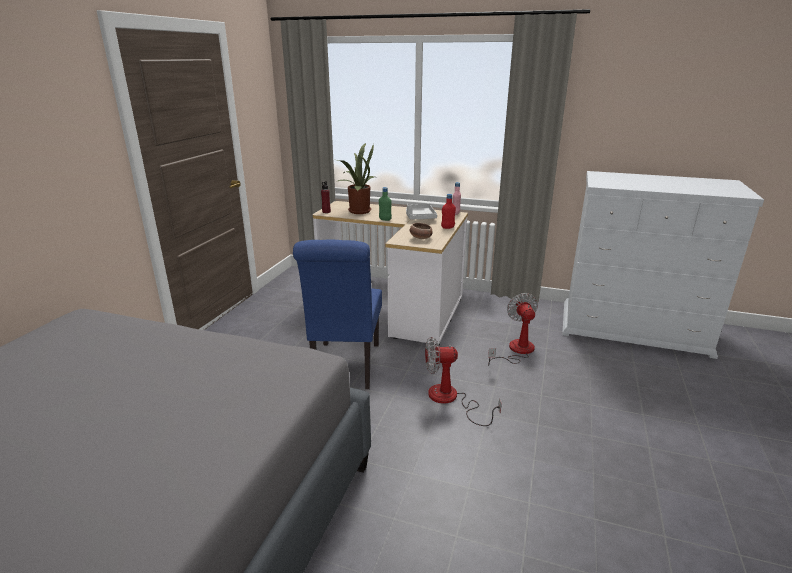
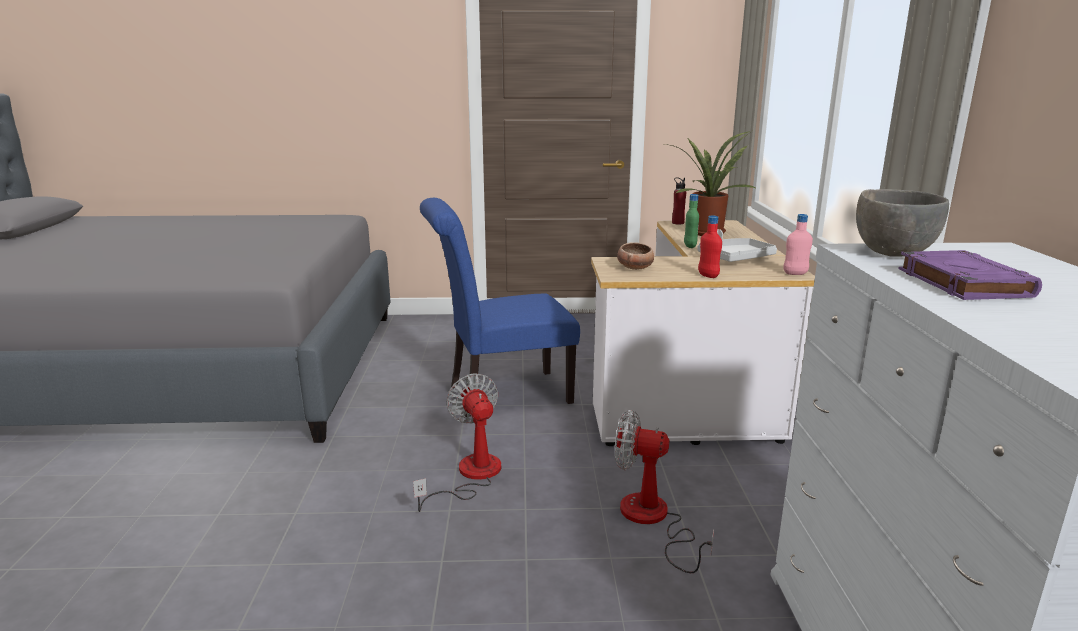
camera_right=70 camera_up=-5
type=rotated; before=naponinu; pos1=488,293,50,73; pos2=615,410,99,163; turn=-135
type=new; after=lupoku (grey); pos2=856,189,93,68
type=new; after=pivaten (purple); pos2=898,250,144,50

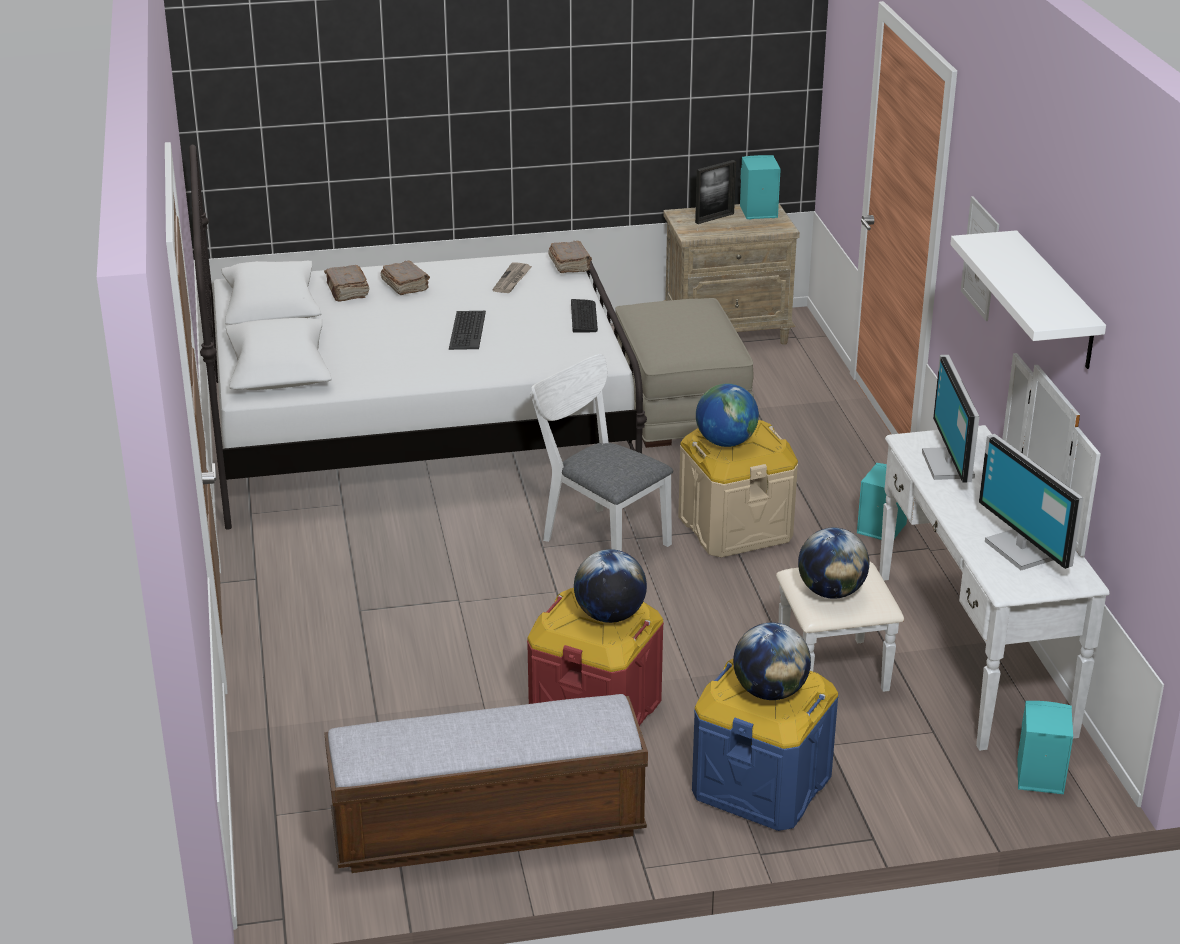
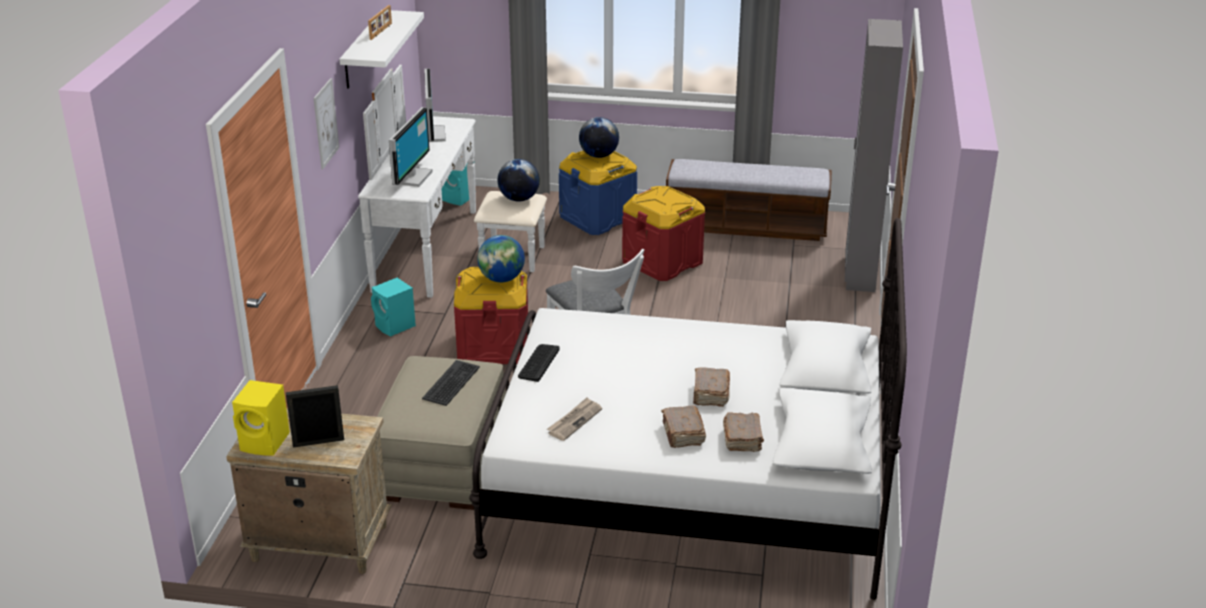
camera_right=-160 camera_up=0
type=repainted; before=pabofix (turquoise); after=pabofix (yellow); pos1=740,155,41,64; pos2=232,380,58,76
type=shifted; before=pivaten (brown); pos1=548,241,44,32; pos2=693,367,37,40
type=shifted; before=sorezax; pos1=449,311,37,39; pos2=422,360,58,46
type=repainted; before=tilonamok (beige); after=tilonamok (red); pos1=678,420,120,137; pos2=454,267,74,97
type=gone; before=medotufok; pos1=574,549,73,74
type=new; after=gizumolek; pos2=368,5,24,35
type=new; after=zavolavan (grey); pos2=845,19,58,273

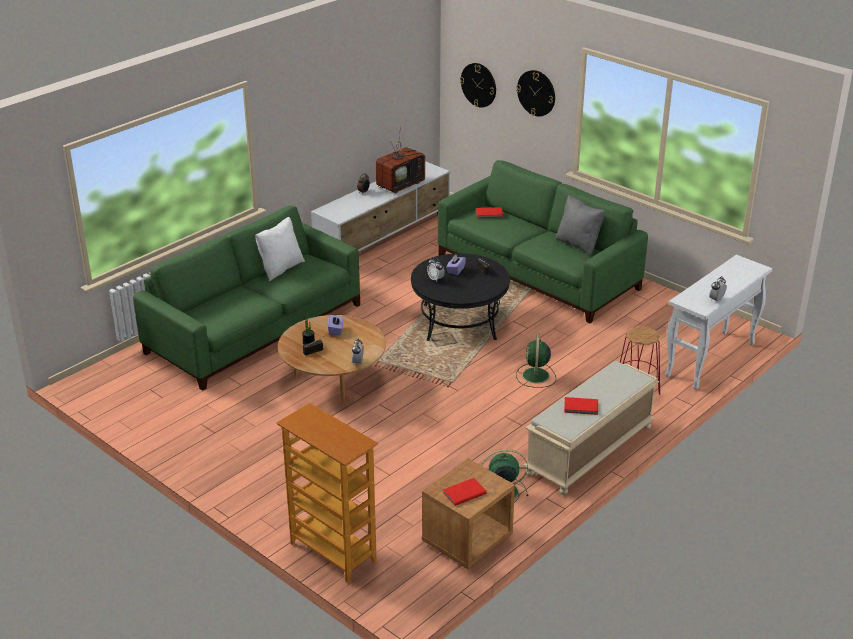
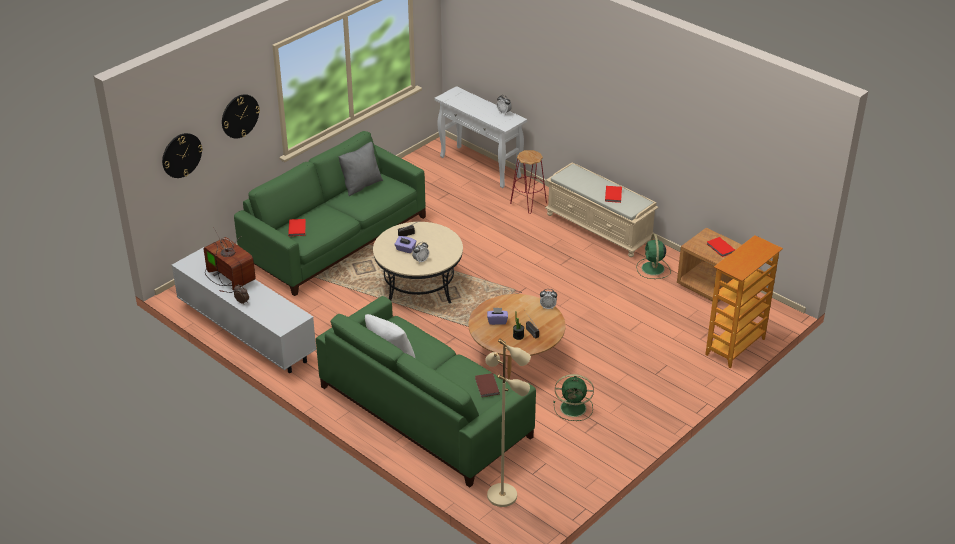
camera_right=-90 camera_up=5
type=repainted; before=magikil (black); after=magikil (beige); pos1=411,253,99,88; pos2=373,222,90,81
type=shifted; before=naponinu (green); pos1=516,333,40,55; pos2=553,374,41,47
type=new; after=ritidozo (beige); pos2=485,338,46,169
type=new; after=pivaten (brown); pos2=475,373,25,24

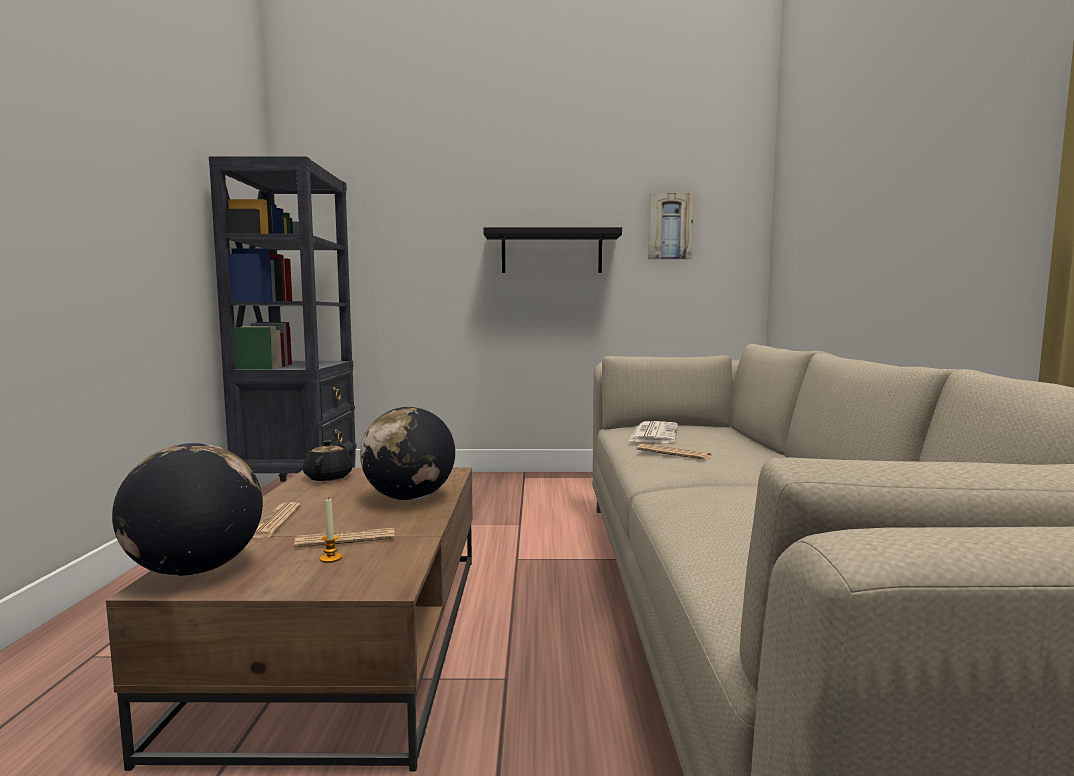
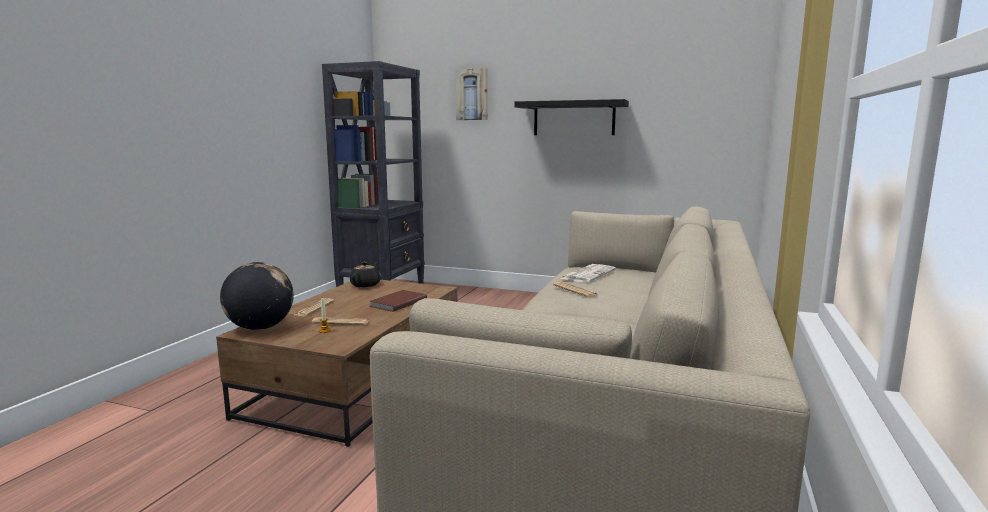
camera_right=20 camera_up=5
type=shifted; before=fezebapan; pos1=648,193,46,66; pos2=455,68,33,52
type=swapped; before=medotufok; after=pivaten (brown); pos1=360,407,95,93; pos2=370,290,57,22

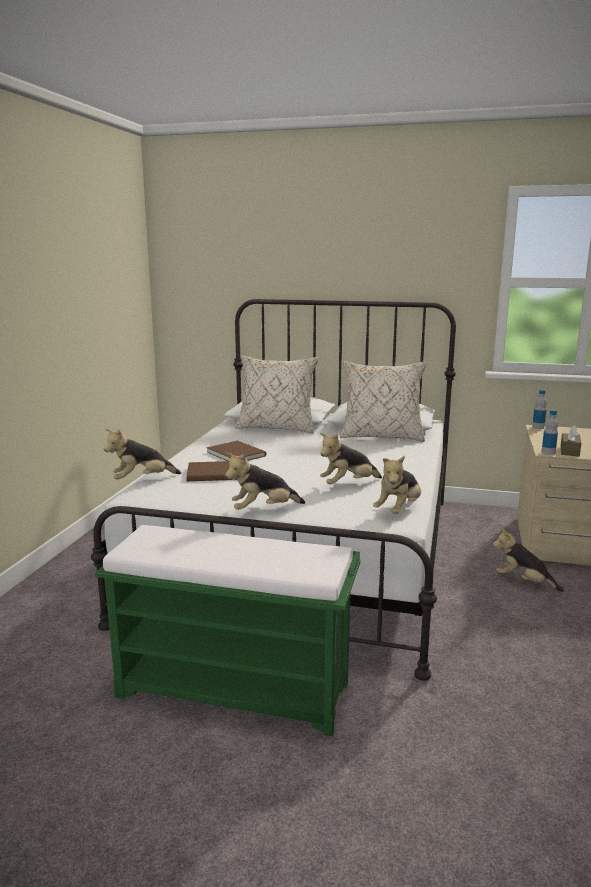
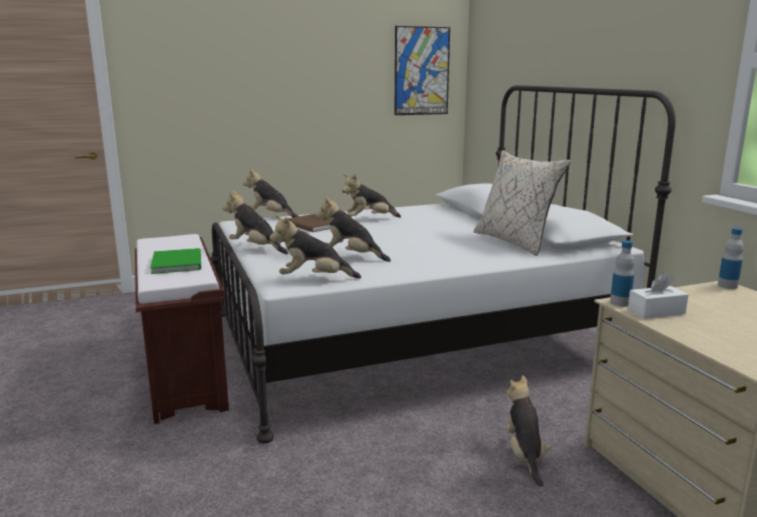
camera_right=55 camera_up=0
type=gone; before=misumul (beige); pos1=235,356,83,78
type=repainted; before=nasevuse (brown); after=nasevuse (white); pos1=561,425,20,31; pos2=628,273,61,46
type=swapped; before=pivaten (brown); after=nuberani; pos1=206,441,60,20; pos2=342,174,59,43
type=repainted; before=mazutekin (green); after=mazutekin (brown); pos1=95,525,265,211; pos2=135,234,94,190
type=new; after=fezebapan; pos2=395,26,55,89
type=new; after=pivaten (green); pos2=150,248,51,26

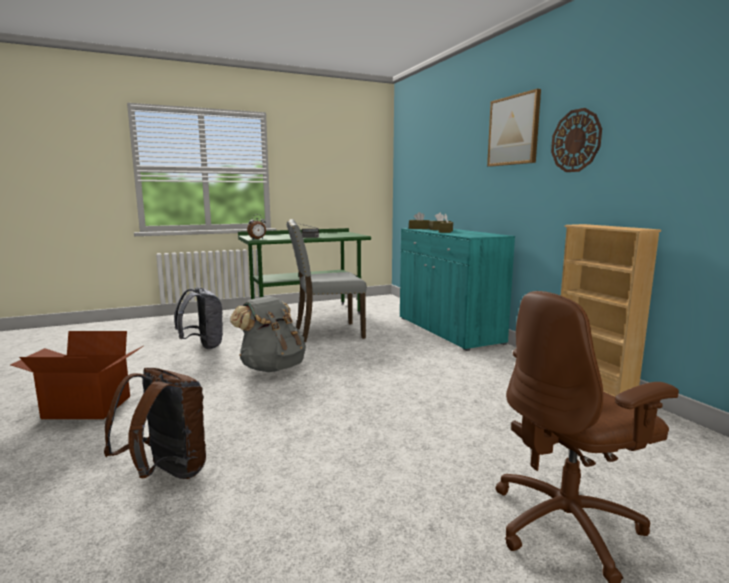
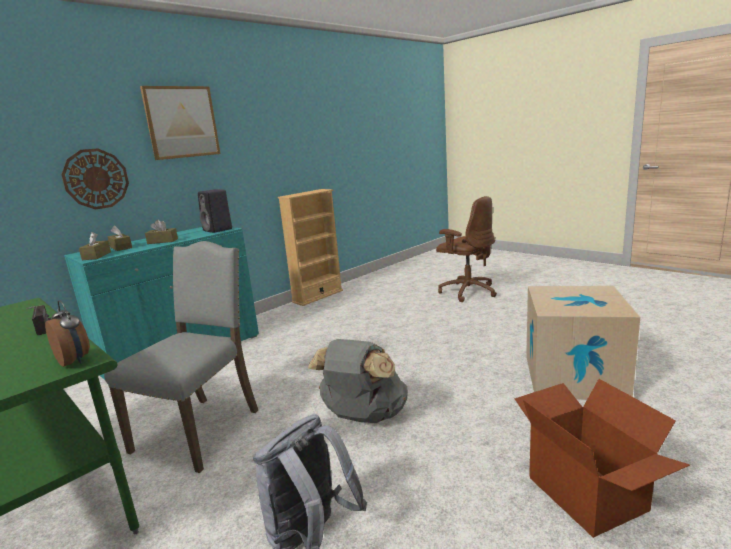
camera_right=-110 camera_up=5
type=shifted; before=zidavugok; pos1=551,108,51,64; pos2=61,148,68,62
type=rotated; before=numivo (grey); pos1=286,219,81,123; pos2=104,241,154,232; turn=-120
type=swapped; before=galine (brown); after=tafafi; pos1=104,368,102,111; pos2=526,286,114,114
type=new; after=pabofix (black); pos2=198,189,34,44

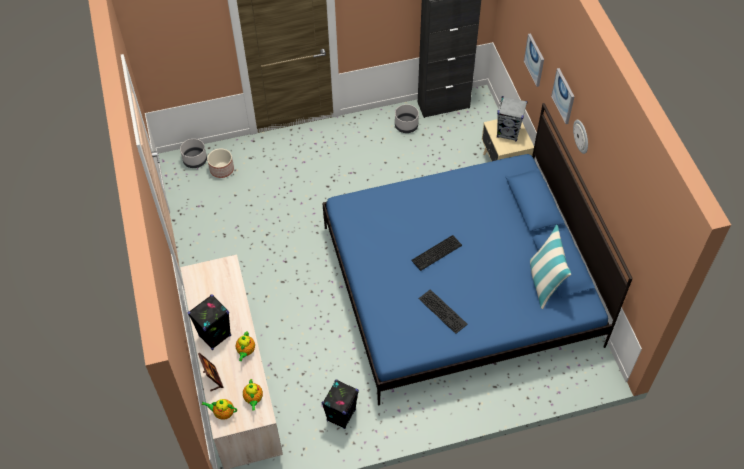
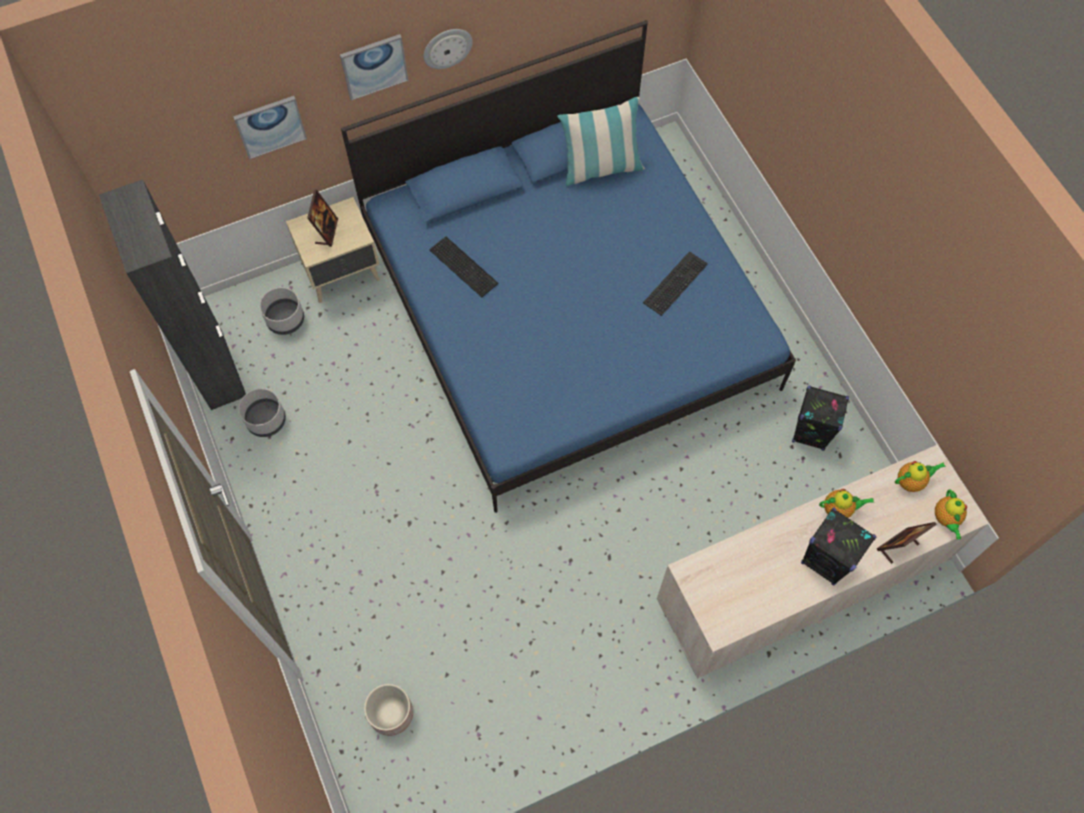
camera_right=-100 camera_up=10
type=swapped; before=pabofix (grey); after=gizumolek; pos1=497,96,30,46; pos2=307,189,31,58
type=shifted; before=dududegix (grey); pos1=180,139,27,29; pos2=260,287,44,48
type=shifted; before=sorezax; pos1=411,235,51,36; pos2=430,237,69,60

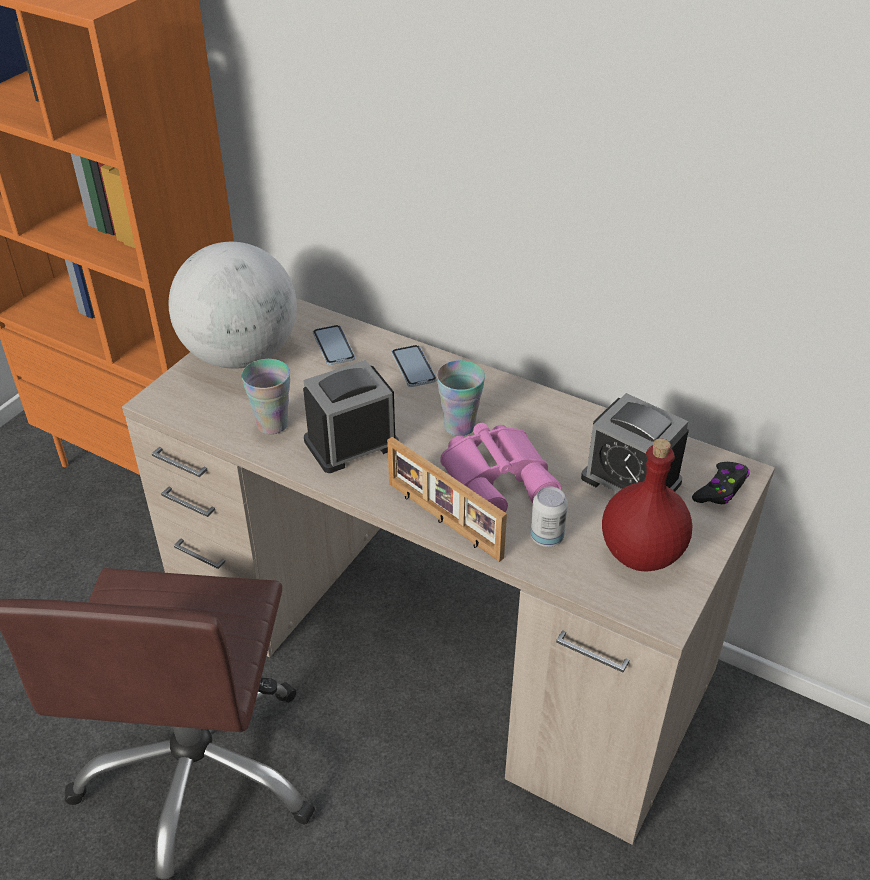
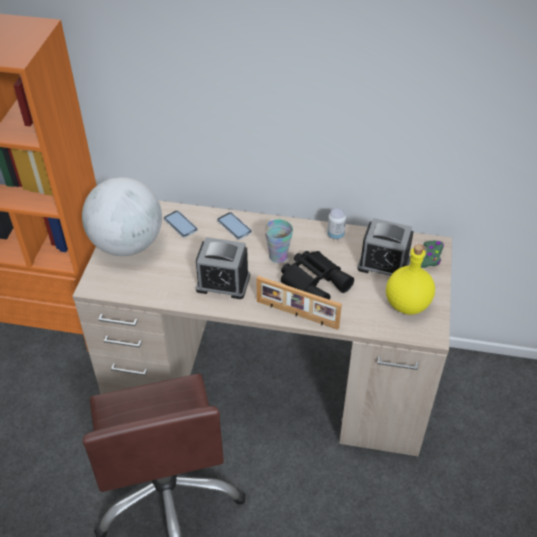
camera_right=-20 camera_up=5
type=gone; before=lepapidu; pos1=241,359,49,75
type=rotated; before=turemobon; pos1=303,360,96,113; pos2=196,237,54,62; turn=-120
type=repainted; before=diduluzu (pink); after=diduluzu (black); pos1=440,423,122,89; pos2=281,251,73,49
type=repainted; before=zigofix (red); after=zigofix (yellow); pos1=602,438,90,134; pos2=386,244,49,71
type=repainted; before=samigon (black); after=samigon (green); pos1=692,462,58,42; pos2=421,241,23,27
type=shifted; before=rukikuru; pos1=530,486,38,61; pos2=327,208,19,31

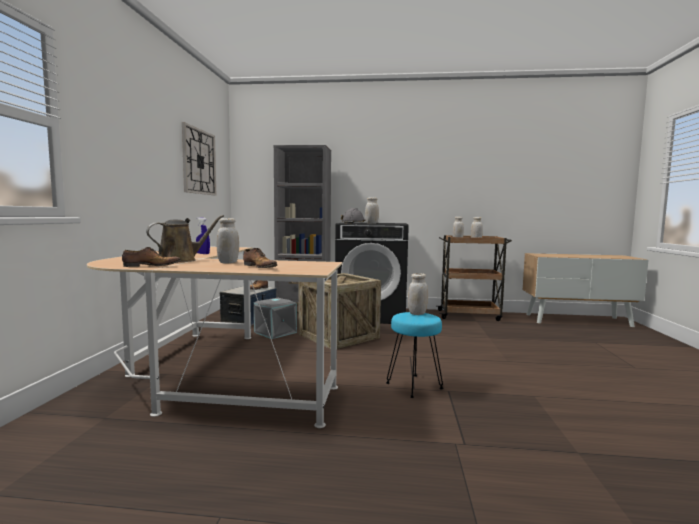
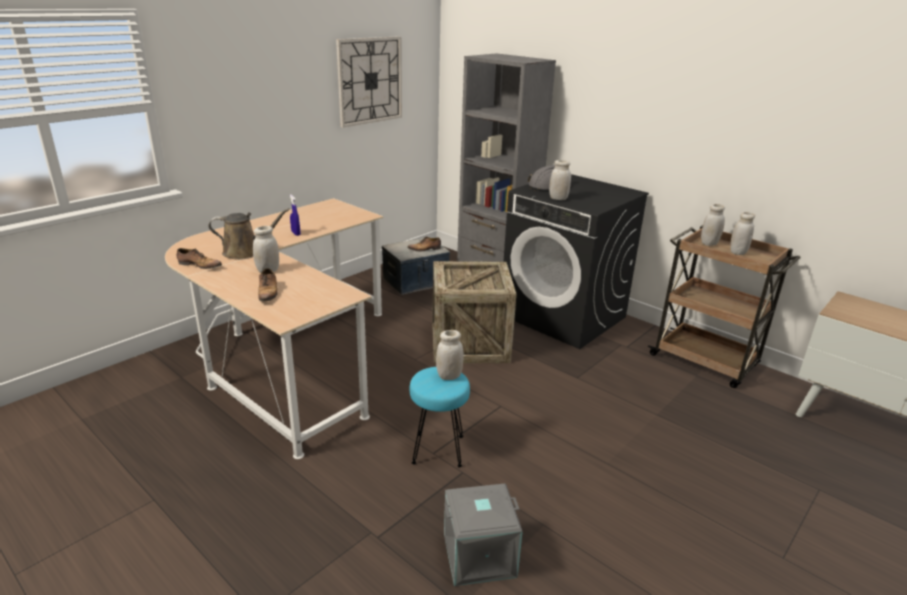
camera_right=35 camera_up=20
type=shifted; before=tilonamok (grey); pos1=254,298,43,41; pos2=444,484,79,102

